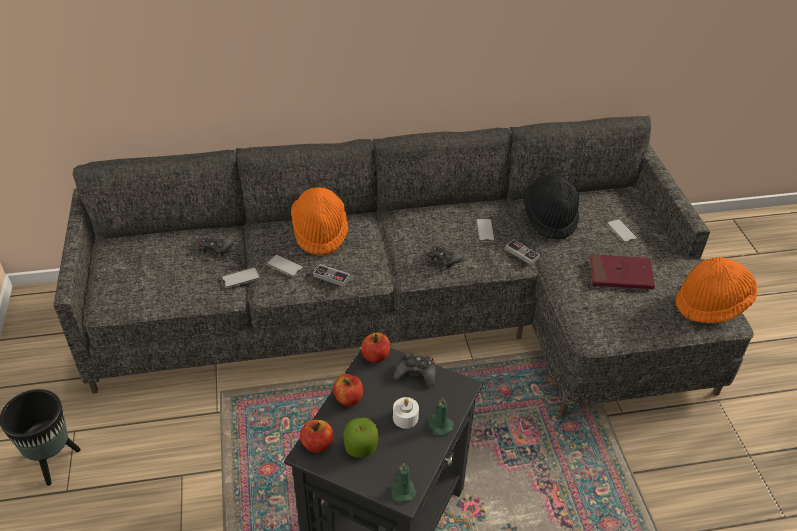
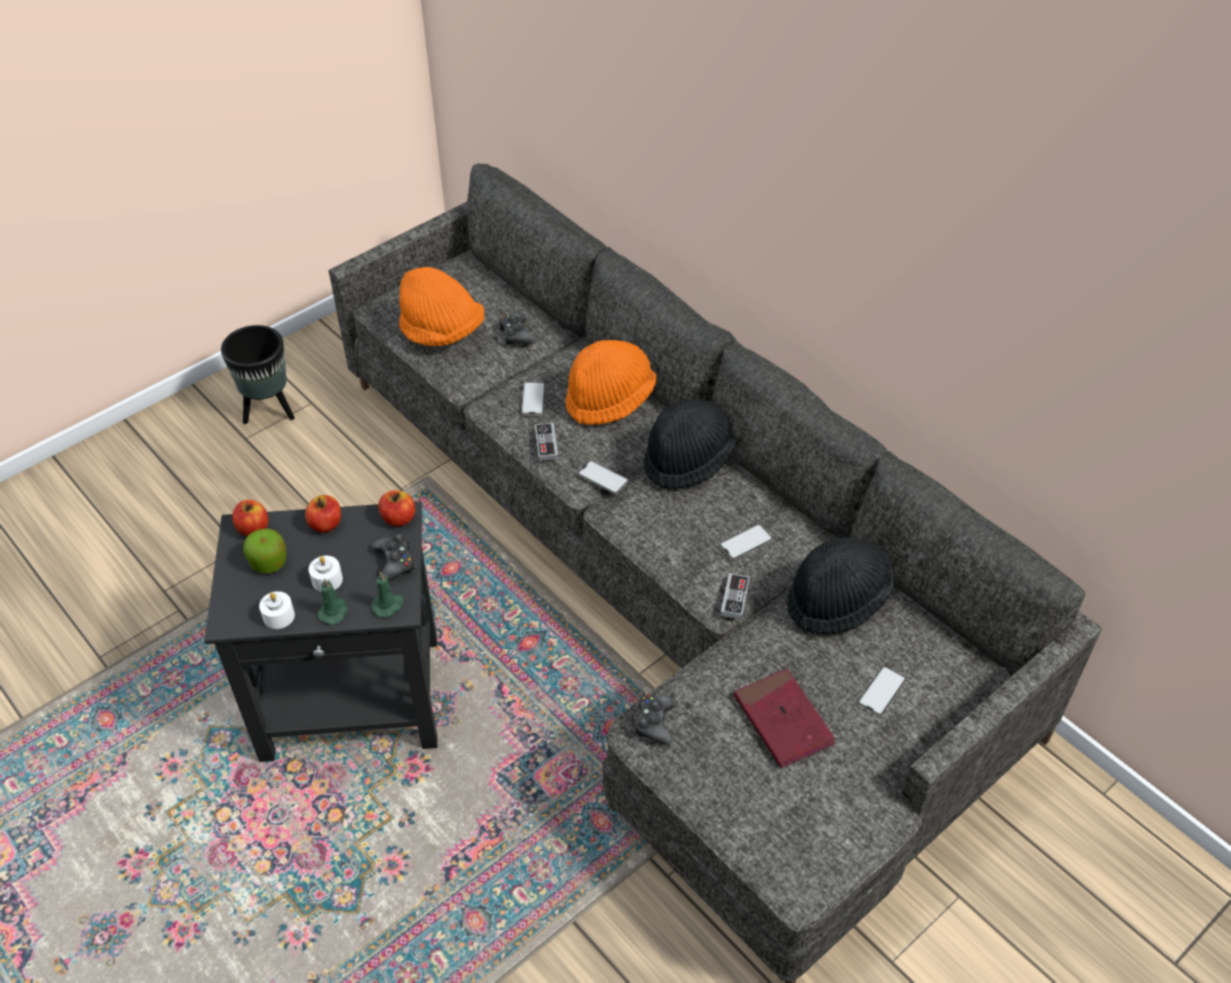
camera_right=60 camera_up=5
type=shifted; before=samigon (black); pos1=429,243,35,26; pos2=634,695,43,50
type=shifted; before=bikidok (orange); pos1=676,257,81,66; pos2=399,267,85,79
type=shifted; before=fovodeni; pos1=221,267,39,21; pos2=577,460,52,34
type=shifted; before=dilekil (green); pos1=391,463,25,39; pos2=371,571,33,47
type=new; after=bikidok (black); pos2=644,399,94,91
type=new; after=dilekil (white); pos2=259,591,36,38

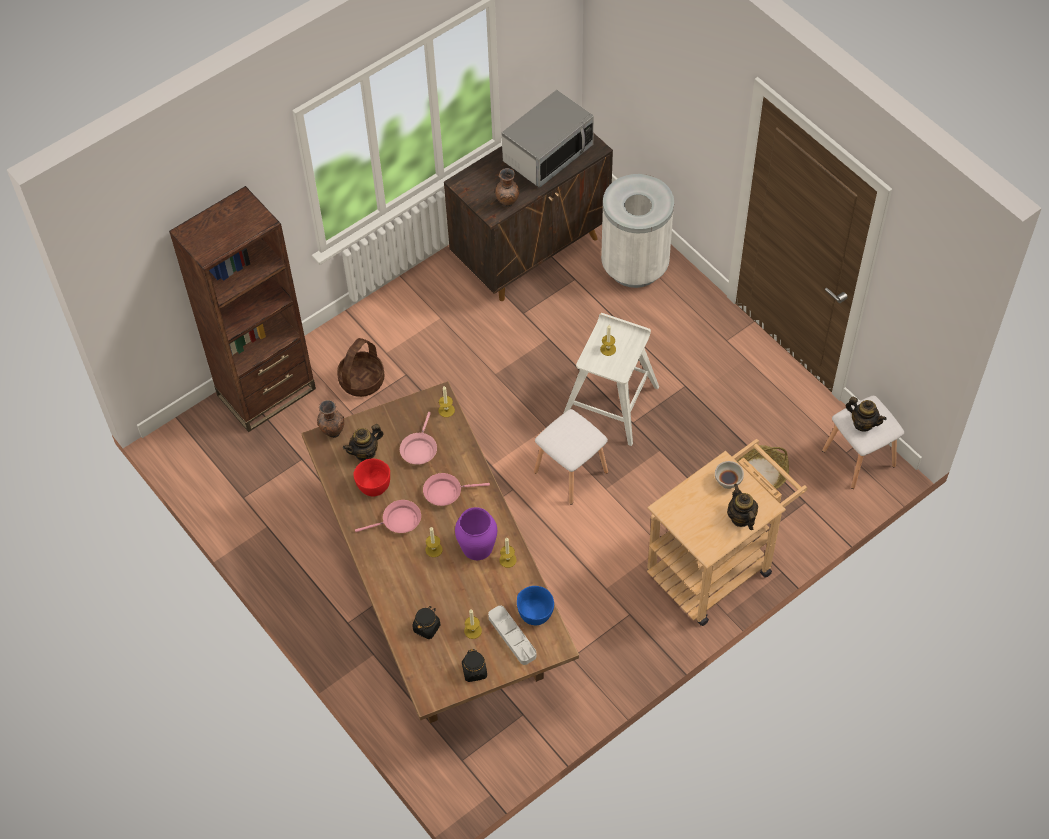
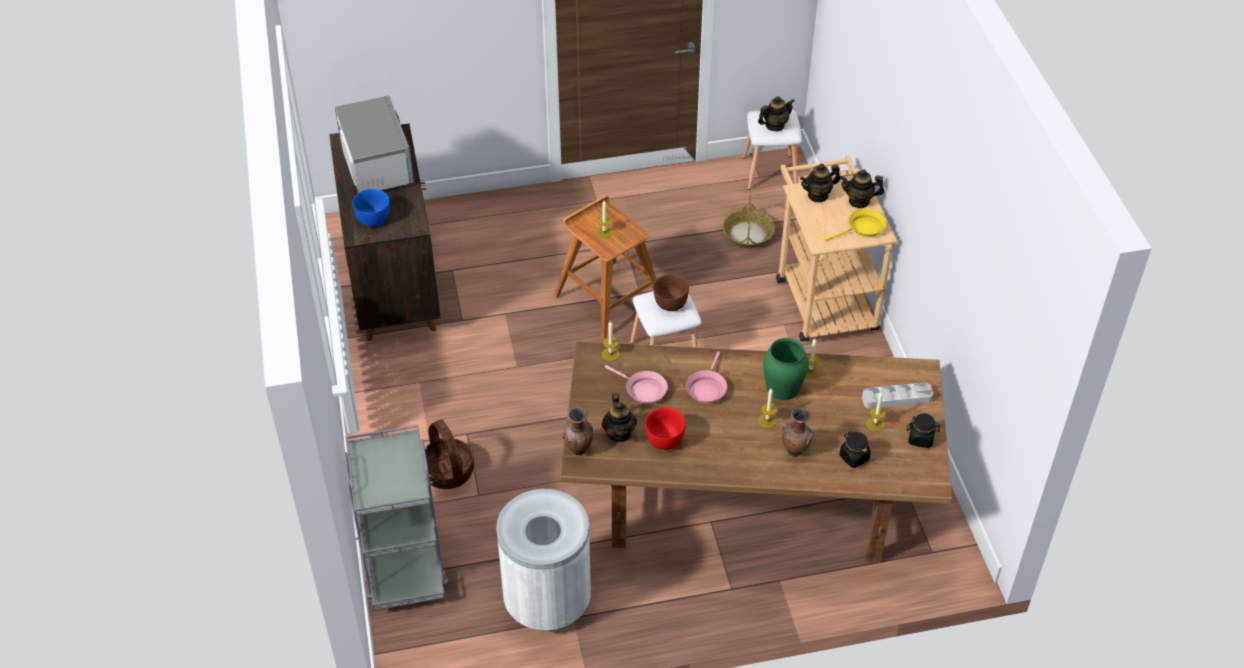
camera_right=-65 camera_up=-10
type=shifted; before=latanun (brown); pos1=495,168,24,39; pos2=782,407,32,50
type=shifted; before=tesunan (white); pos1=601,174,73,114; pos2=496,489,95,143
type=swapped; before=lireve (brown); after=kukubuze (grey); pos1=169,186,147,246; pos2=343,425,105,186
type=repainted; before=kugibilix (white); after=kugibilix (brown); pos1=563,313,96,133; pos2=554,195,103,145
type=swapped; before=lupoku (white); after=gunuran; pos1=715,461,29,28; pos2=800,164,40,38
type=gone; before=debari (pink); pos1=355,500,66,33
type=repainted; before=latanun (purple); after=latanun (green); pos1=455,507,42,53; pos2=763,338,46,62
type=shifted; before=lupoku (blue); pos1=517,586,37,39; pos2=352,189,38,37
type=new; after=debari (yellow); pos2=825,209,62,32
type=new; after=lupoku (brown); pos2=653,274,36,37

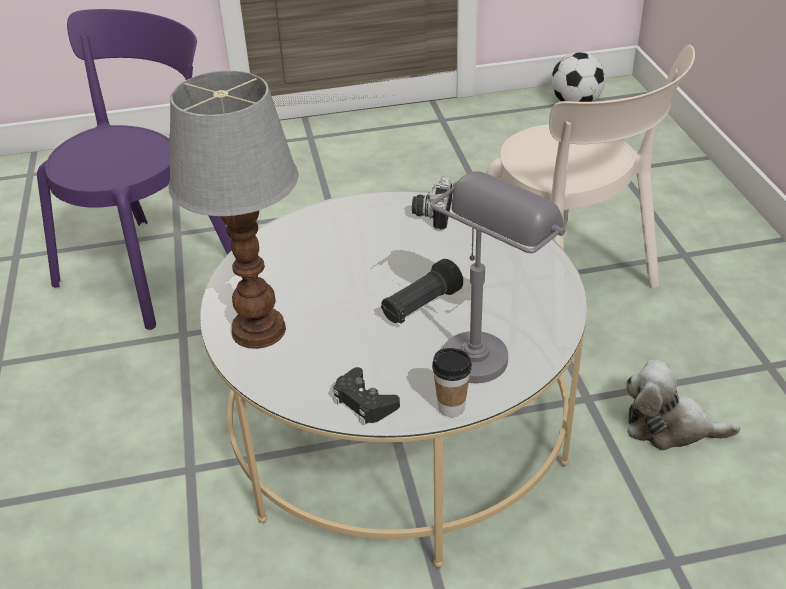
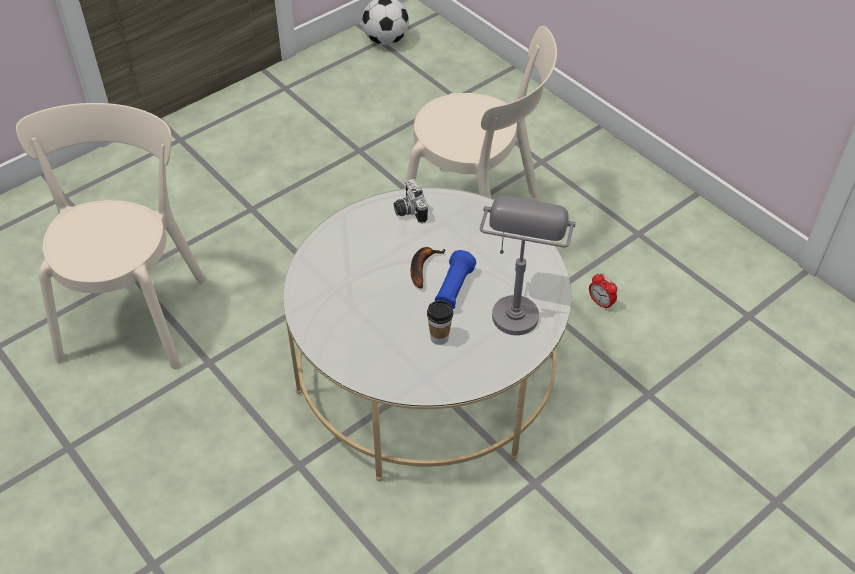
camera_right=-30 camera_up=10
type=repainted; before=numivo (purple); after=numivo (beige); pos1=37,9,195,321; pos2=16,103,190,267
type=gone; before=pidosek; pos1=169,71,129,278
type=repainted; before=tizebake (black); after=tizebake (blue); pos1=381,259,82,65; pos2=435,250,41,59
type=shifted; before=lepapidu; pos1=432,348,40,69; pos2=427,300,26,45
type=swapped; before=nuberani; after=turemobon; pos1=626,360,114,90; pos2=589,273,28,37
type=gone; before=samigon (black); pos1=333,367,67,58
type=new; after=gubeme; pos2=411,247,35,41

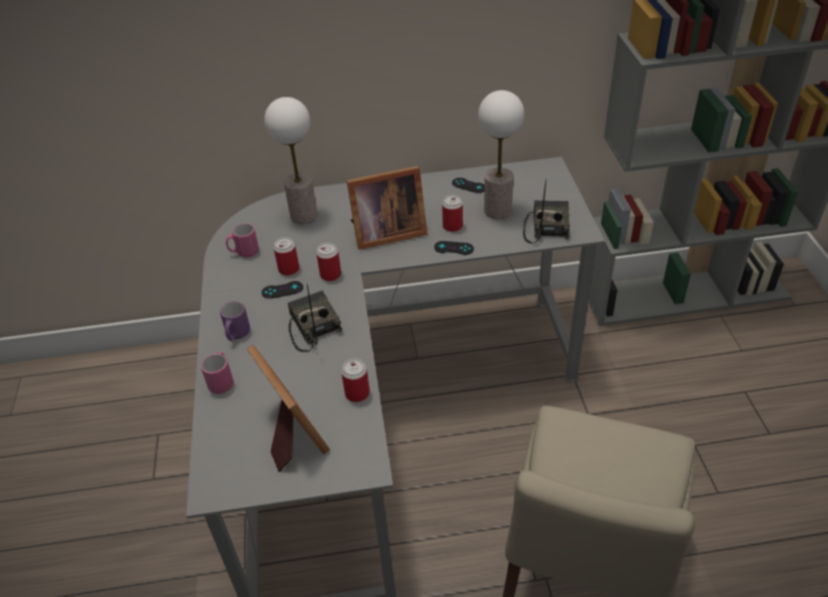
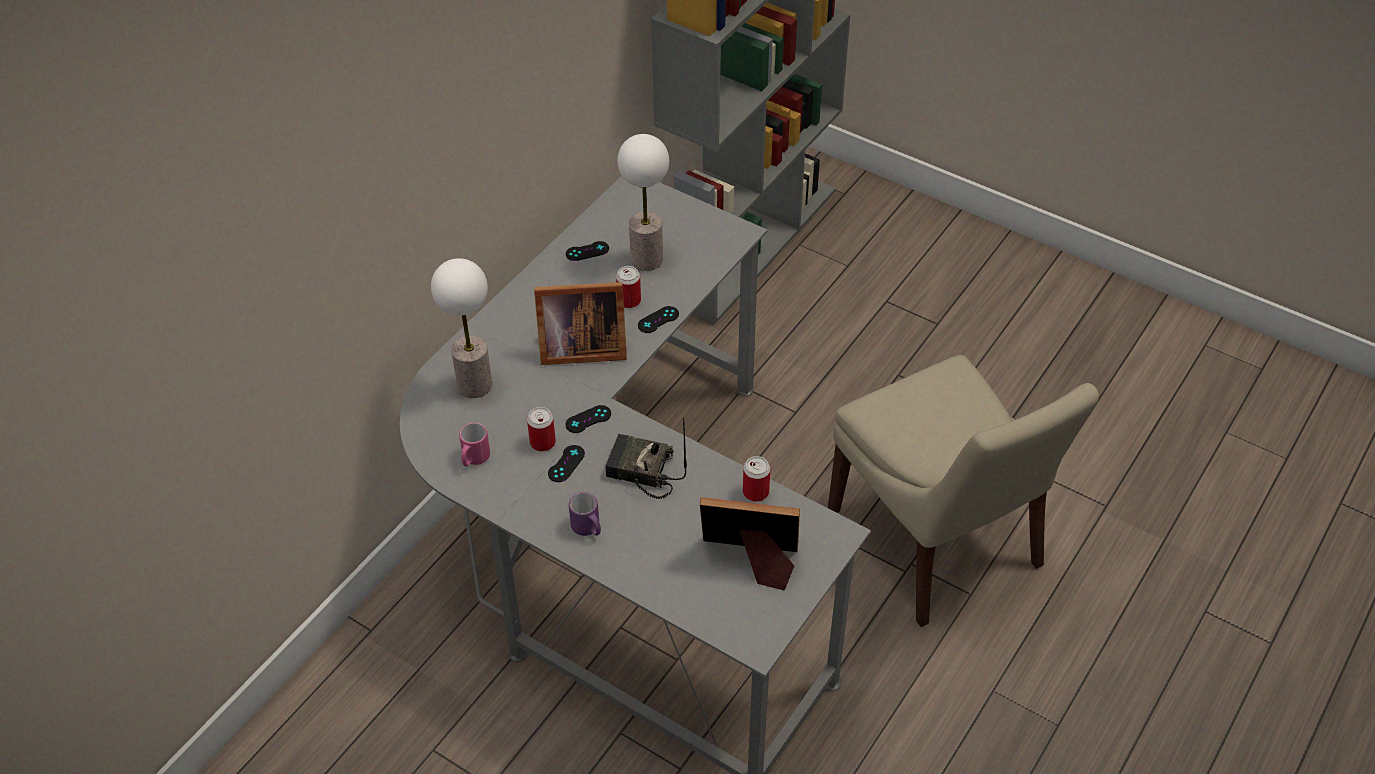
camera_right=-50 camera_up=5
type=rotated; before=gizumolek; pos1=347,166,81,84; pos2=534,282,93,83; turn=60
type=gone; before=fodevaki; pos1=523,181,47,63
type=swapped; before=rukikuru; after=samigon (black); pos1=316,242,25,39; pos2=565,405,46,28
type=gone; before=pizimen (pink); pos1=201,352,33,42

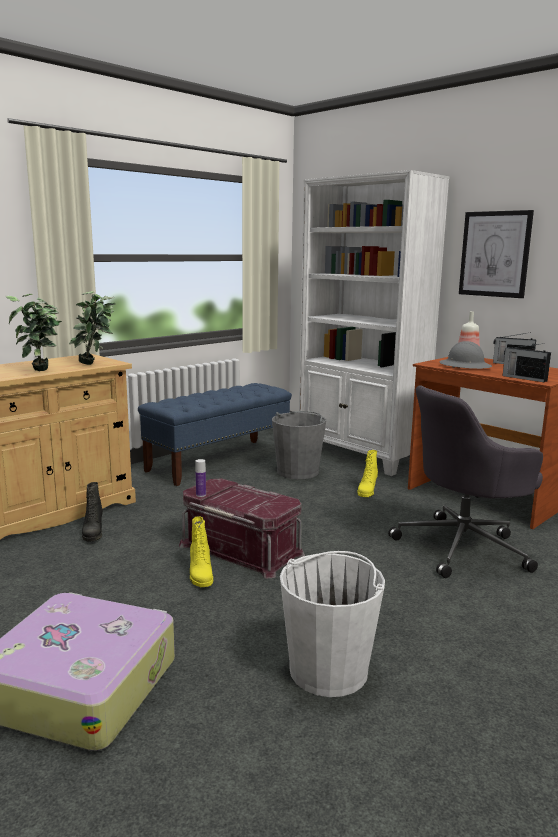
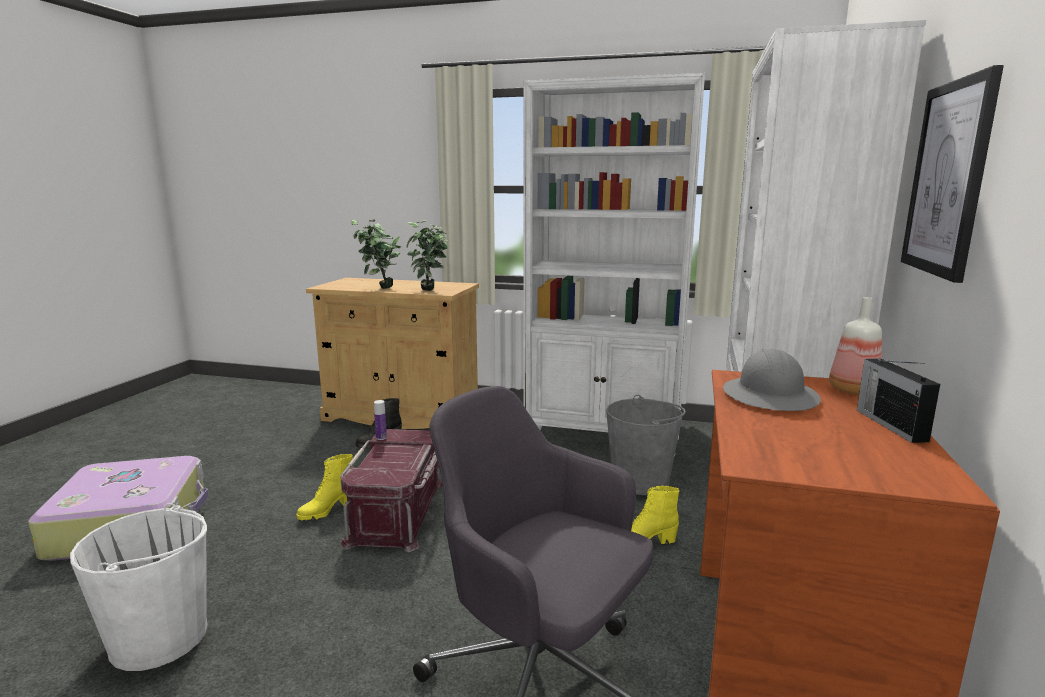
camera_right=60 camera_up=0
type=gone; before=fodevaki; pos1=503,344,48,38
type=swapped; before=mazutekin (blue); after=lireve (white); pos1=138,383,154,103; pos2=523,73,182,384

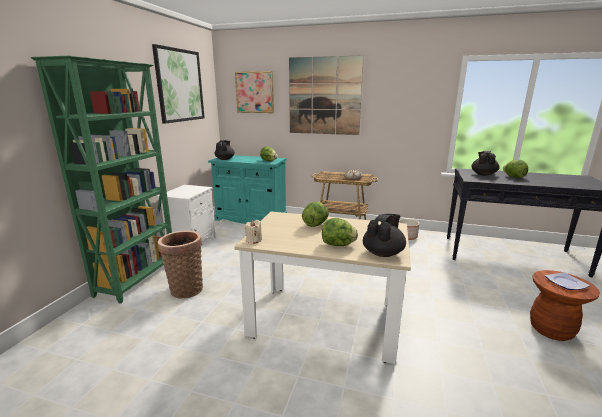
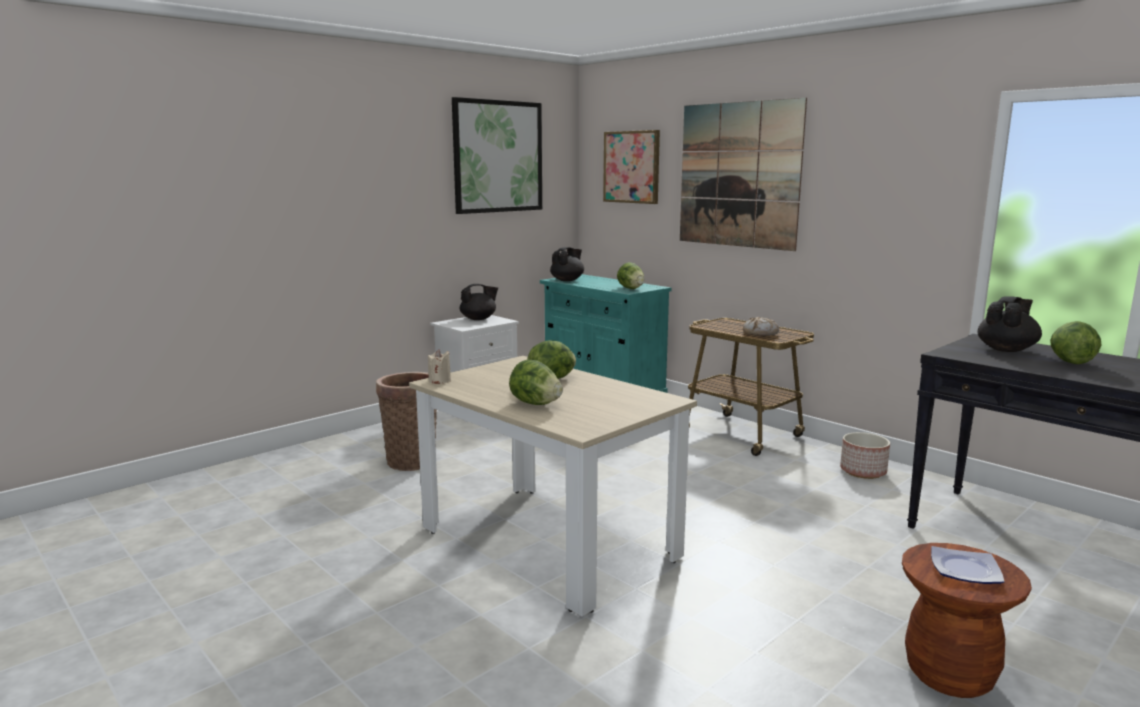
camera_right=30 camera_up=-5
type=gone; before=lireve (green); pos1=31,56,141,248
type=shifted; before=gunuran (black); pos1=363,214,43,43; pos2=460,284,38,36

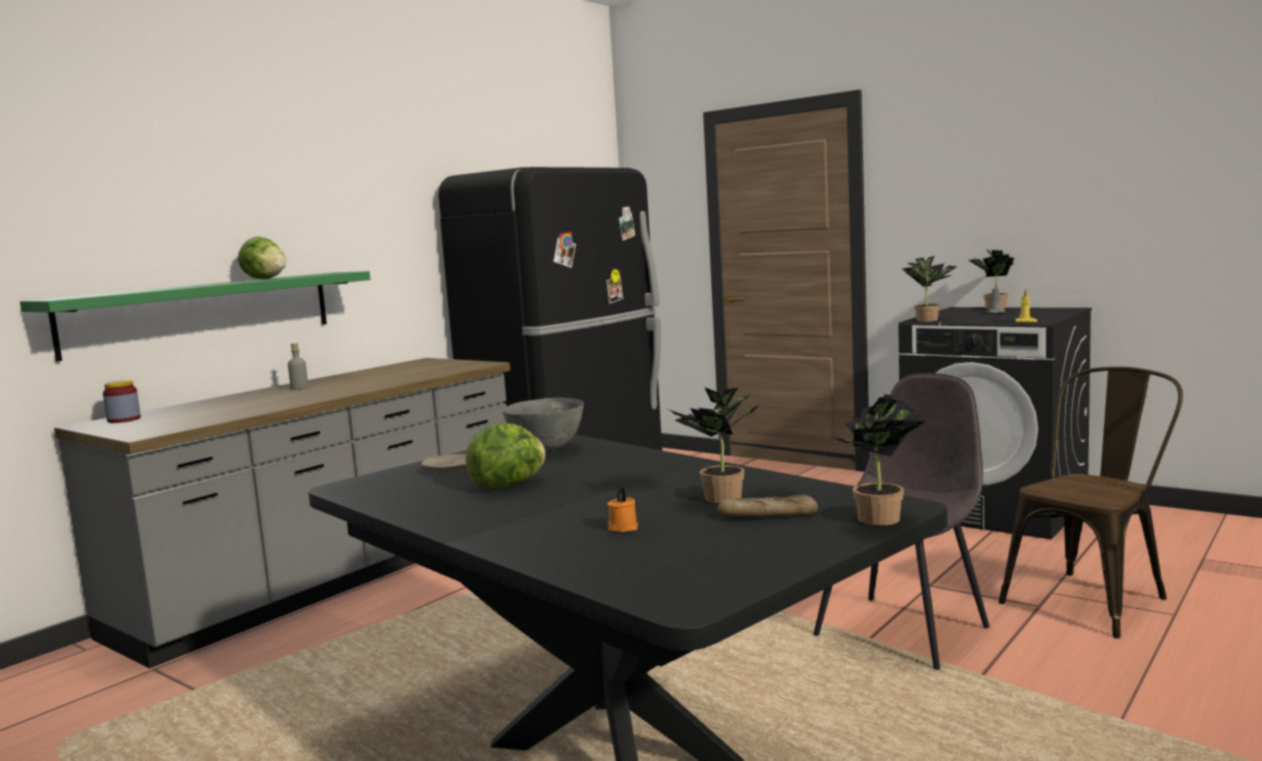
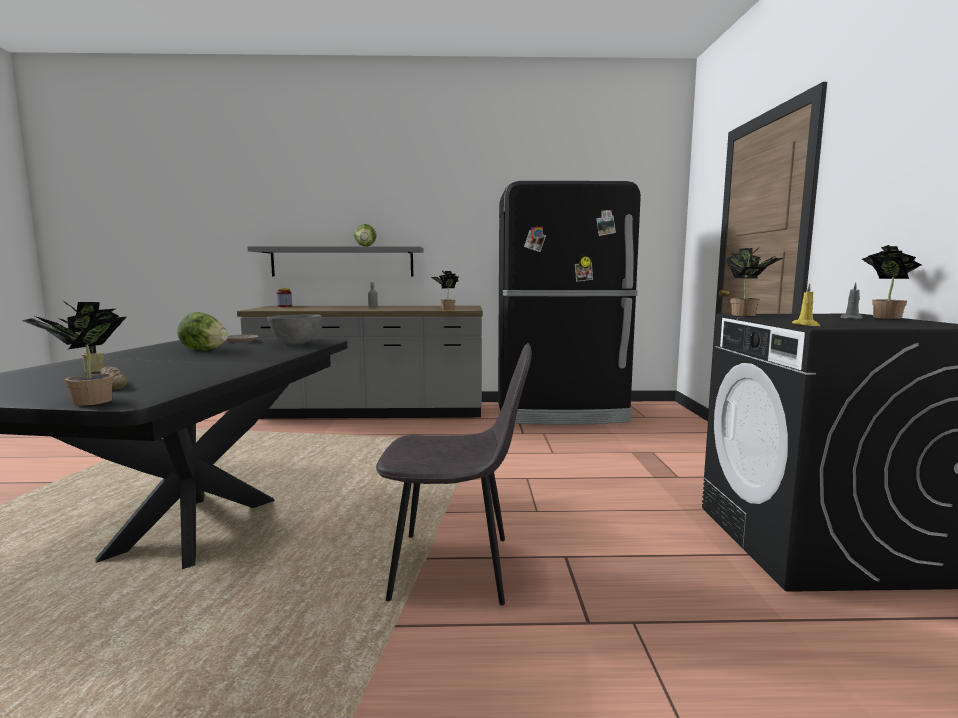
camera_right=50 camera_up=0
type=repainted; before=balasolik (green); after=balasolik (grey); pos1=20,271,350,90; pos2=247,246,177,31
type=gone; before=numivo (brown); pos1=998,367,185,272
type=shifted; before=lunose; pos1=668,387,91,116; pos2=431,270,28,40
type=repainted; before=dilekil (orange); after=dilekil (beige); pos1=607,487,31,45; pos2=82,346,24,26

